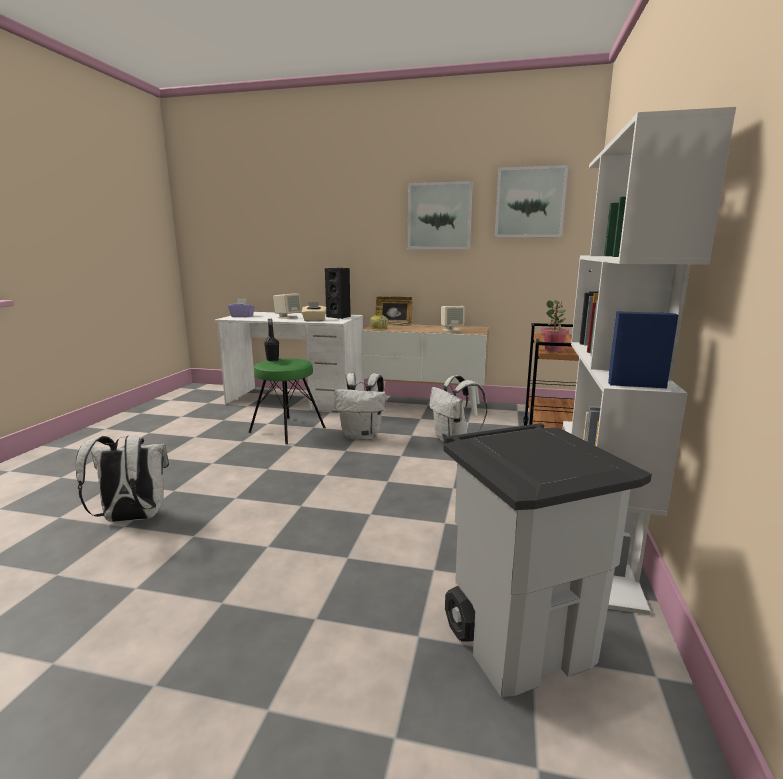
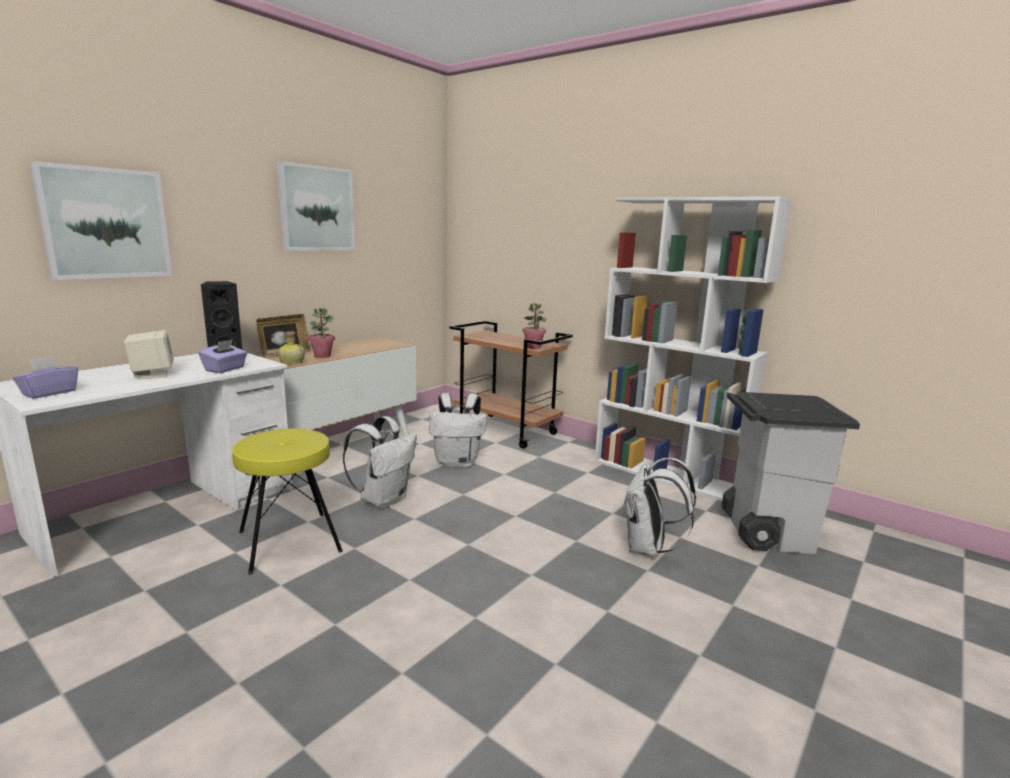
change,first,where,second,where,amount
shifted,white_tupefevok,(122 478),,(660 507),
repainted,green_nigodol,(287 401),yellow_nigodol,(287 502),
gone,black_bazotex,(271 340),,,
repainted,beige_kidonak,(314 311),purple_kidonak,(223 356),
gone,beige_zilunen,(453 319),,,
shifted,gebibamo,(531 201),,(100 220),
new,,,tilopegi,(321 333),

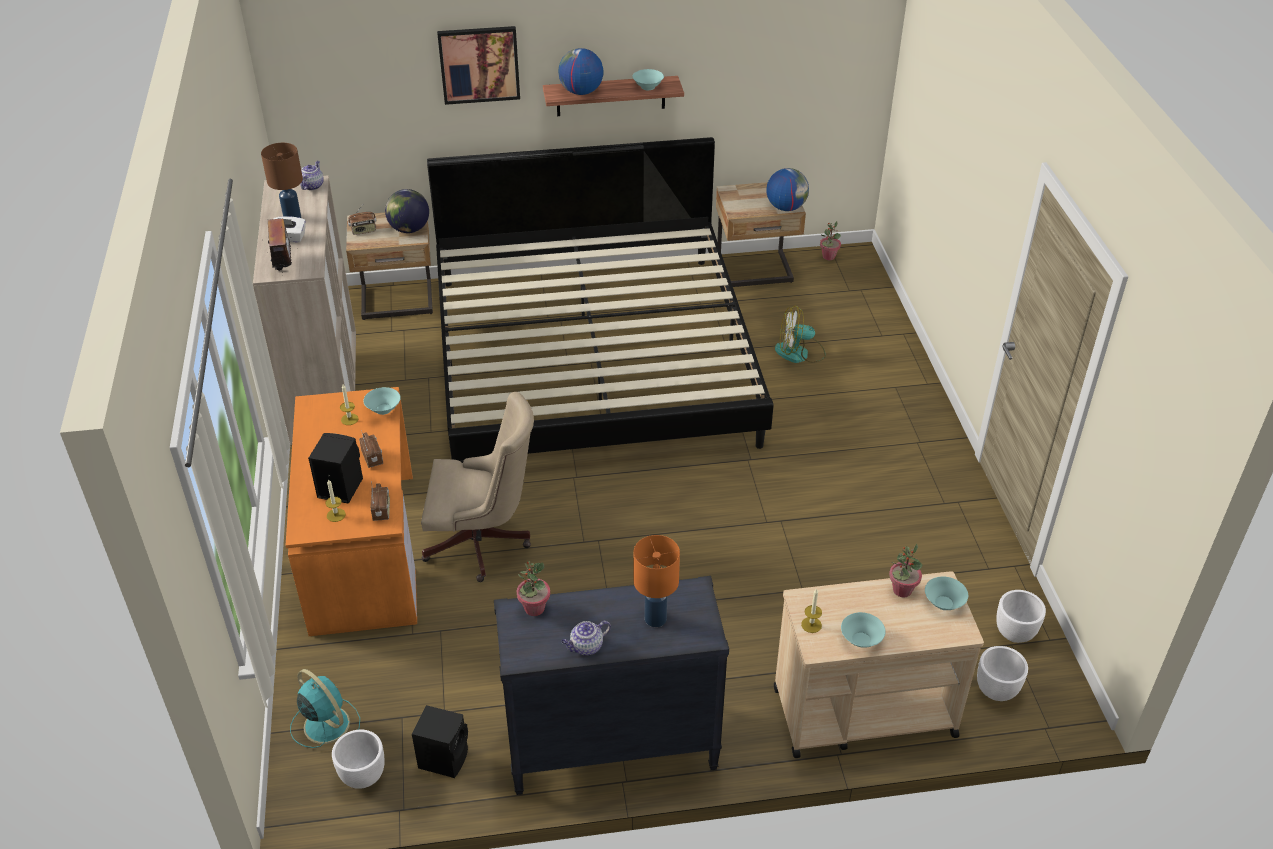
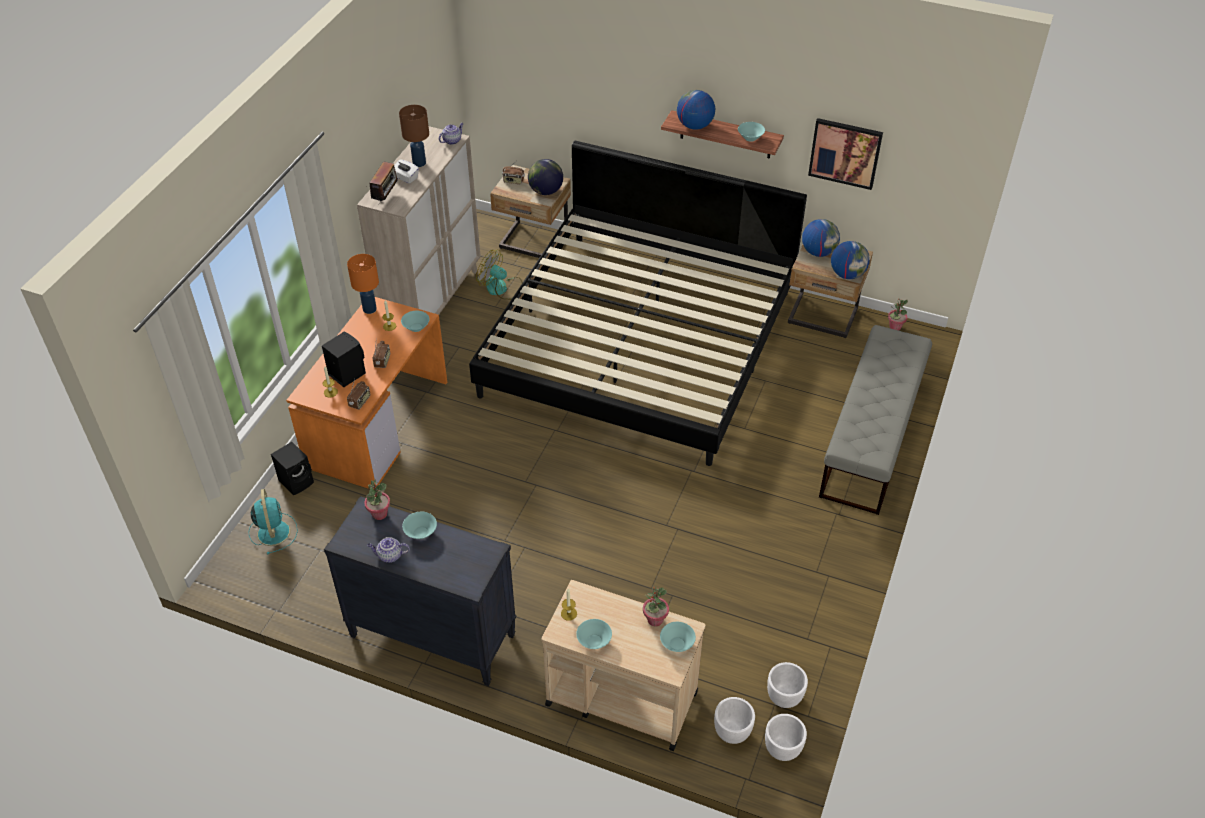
change,first,where,second,where,amount
shifted,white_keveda,(358 759),,(786 737),
shifted,black_zilunen,(440 741),,(292 468),
gone,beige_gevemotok,(477 487),,,
shifted,gebibamo,(478 65),,(845 154),
shifted,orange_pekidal,(656 581),,(363 284),
shifted,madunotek,(800 334),,(499 275),
new,,,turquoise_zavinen,(419 525),
new,,,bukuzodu,(821 238),
new,,,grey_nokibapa,(875 420),

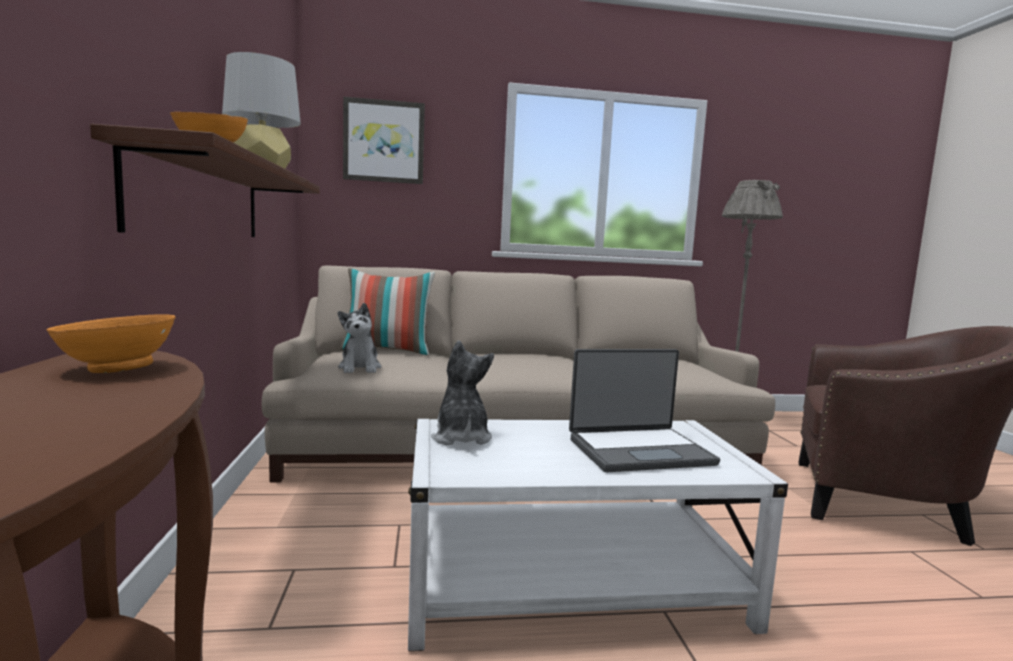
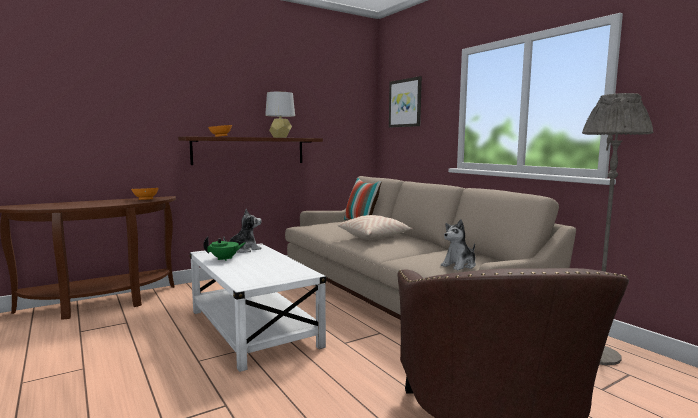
change,first,where,second,where,amount
shifted,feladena,(359 338),,(458 244),
gone,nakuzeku,(644 410),,,
new,,,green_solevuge,(224 249),
new,,,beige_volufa,(375 227),

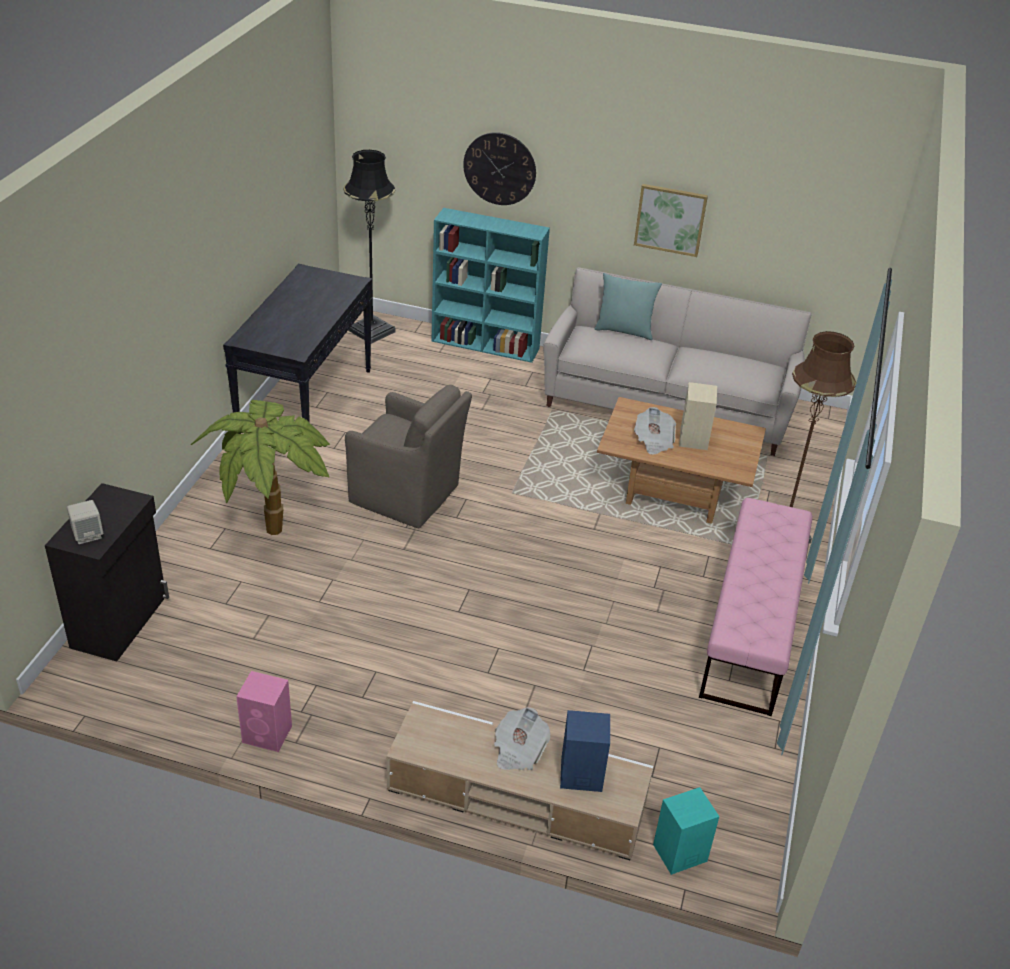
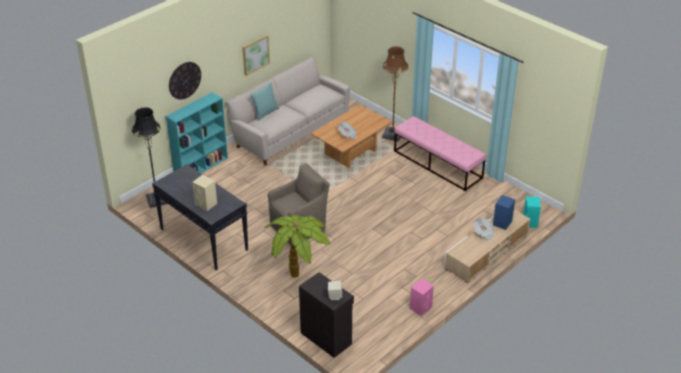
change,first,where,second,where,amount
shifted,beige_zilunen,(698 416),,(204 193),

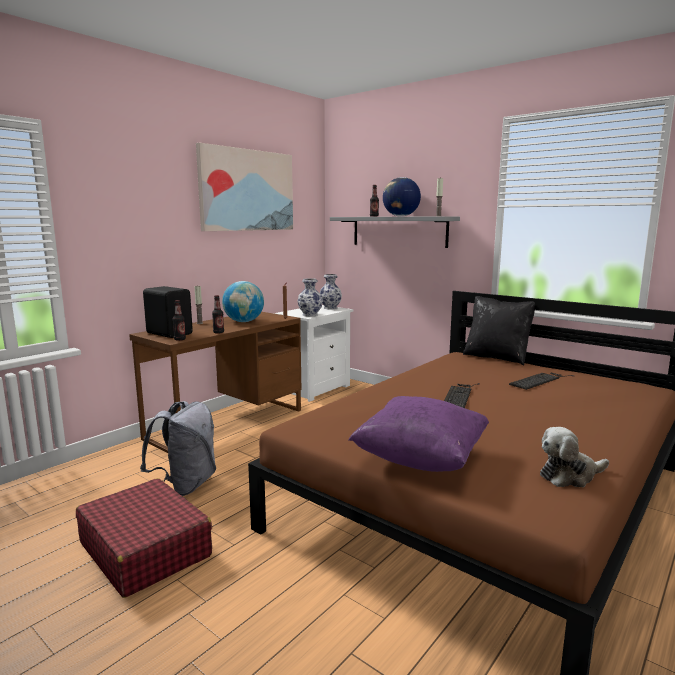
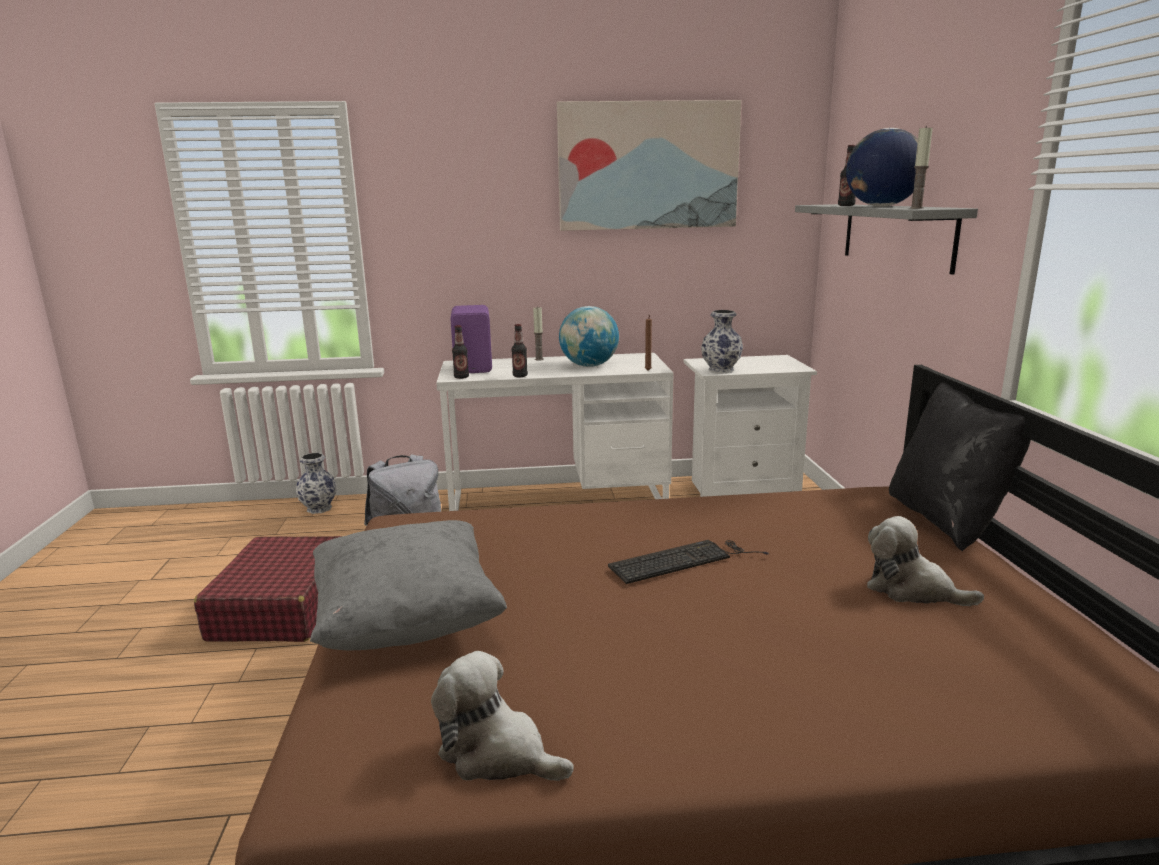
change,first,where,second,where,amount
repainted,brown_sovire,(215 382),white_sovire,(555 432),
repainted,black_zilunen,(168 312),purple_zilunen,(471 339),
shifted,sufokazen,(331 291),,(316 483),
repainted,purple_volufa,(419 434),grey_volufa,(408 585),
swapped,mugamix,(541 381),feladena,(925 561),

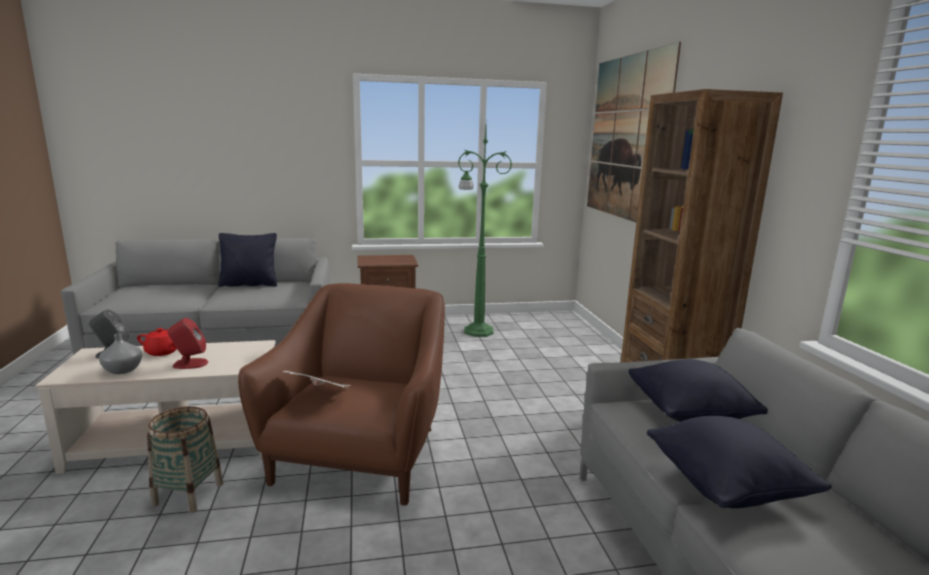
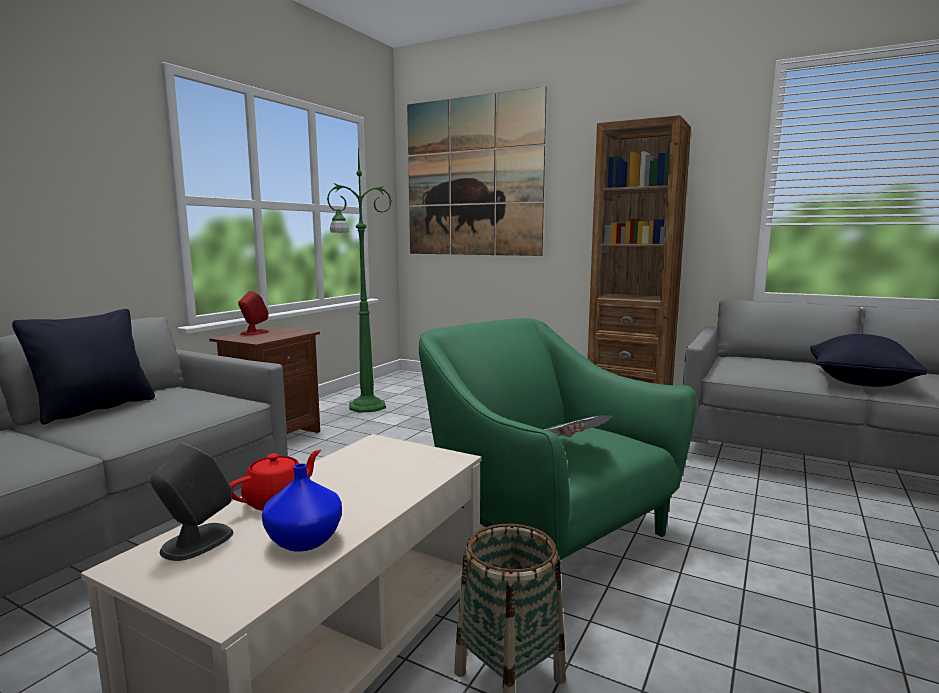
change,first,where,second,where,amount
repainted,grey_sufokazen,(120 353),blue_sufokazen,(302 507),
shifted,red_zilunen,(187 343),,(253 313),
repainted,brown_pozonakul,(341 394),green_pozonakul,(558 440),
gone,black_volufa,(698 390),,,

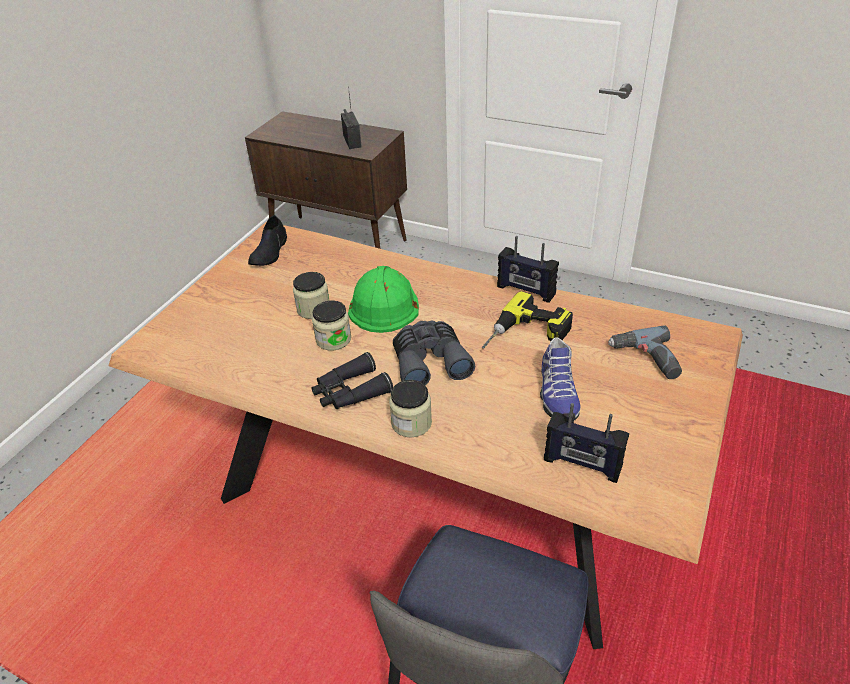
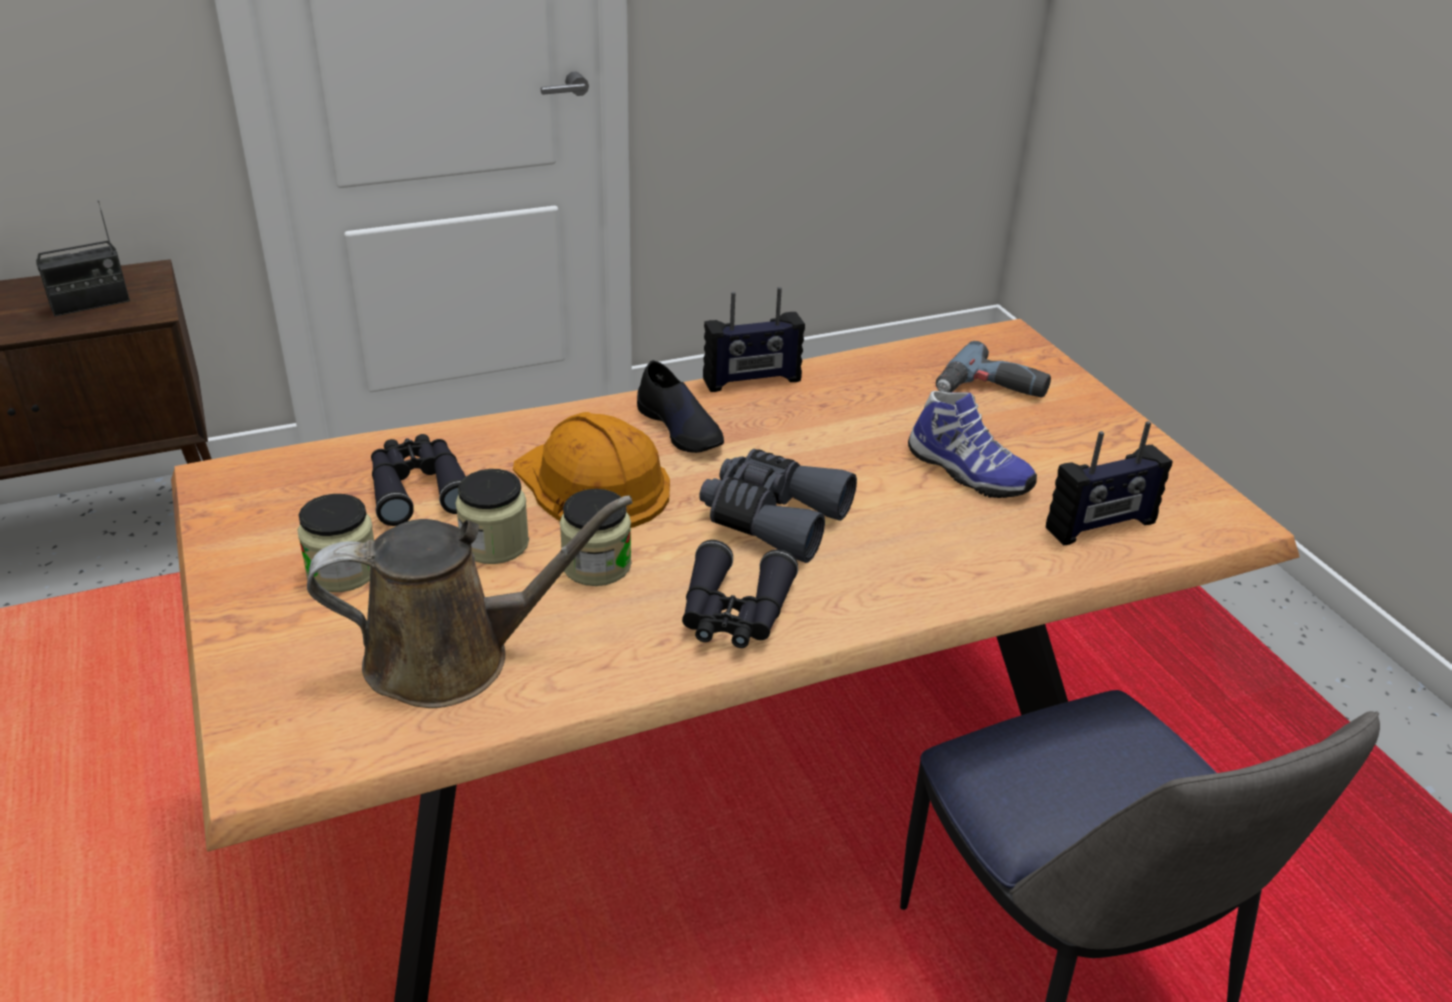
change,first,where,second,where,amount
shifted,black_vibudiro,(267 240),,(680 406),
rotated,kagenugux,(351 118),,(83 258),120 degrees clockwise
repainted,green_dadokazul,(383 299),orange_dadokazul,(591 470),
shifted,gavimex,(410 408),,(336 543),
gone,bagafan,(527 319),,,
new,,,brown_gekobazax,(469 602),
new,,,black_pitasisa,(418 480),

